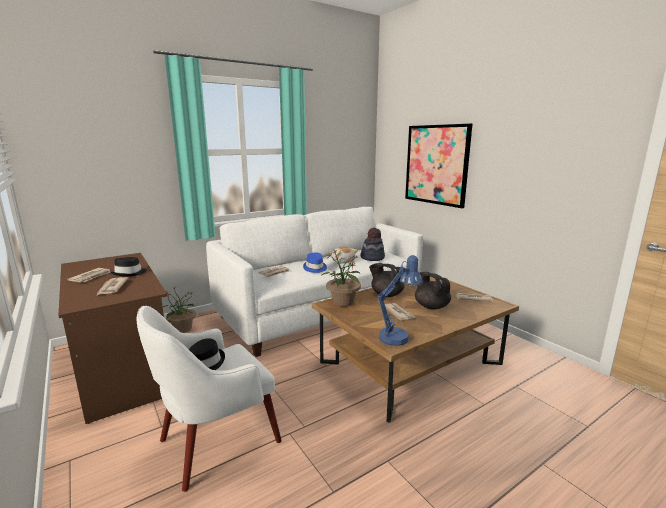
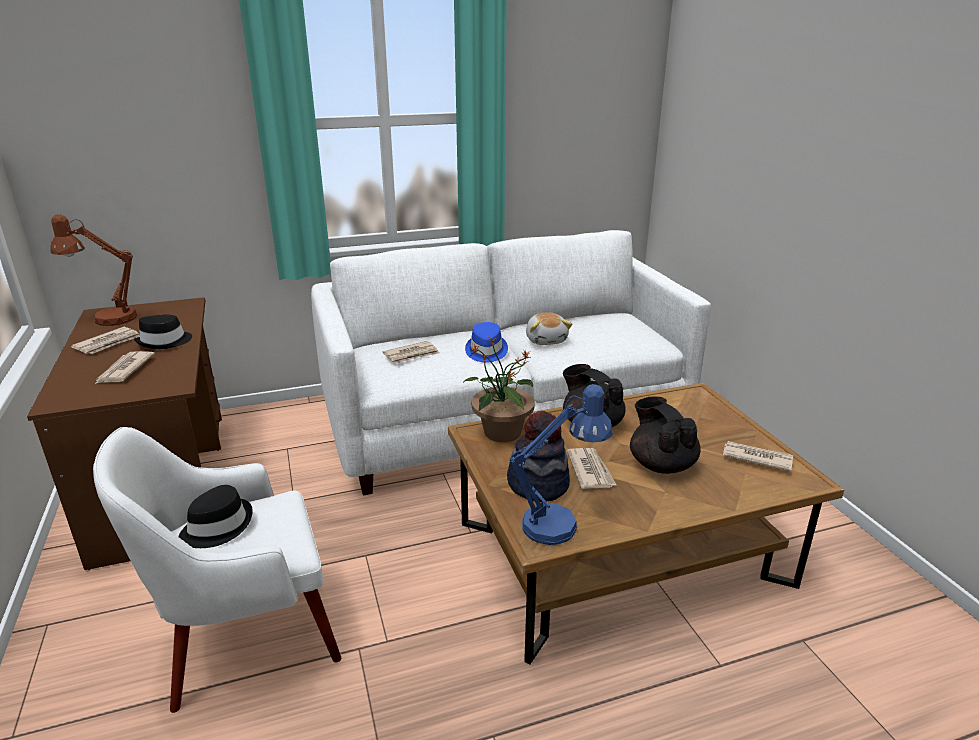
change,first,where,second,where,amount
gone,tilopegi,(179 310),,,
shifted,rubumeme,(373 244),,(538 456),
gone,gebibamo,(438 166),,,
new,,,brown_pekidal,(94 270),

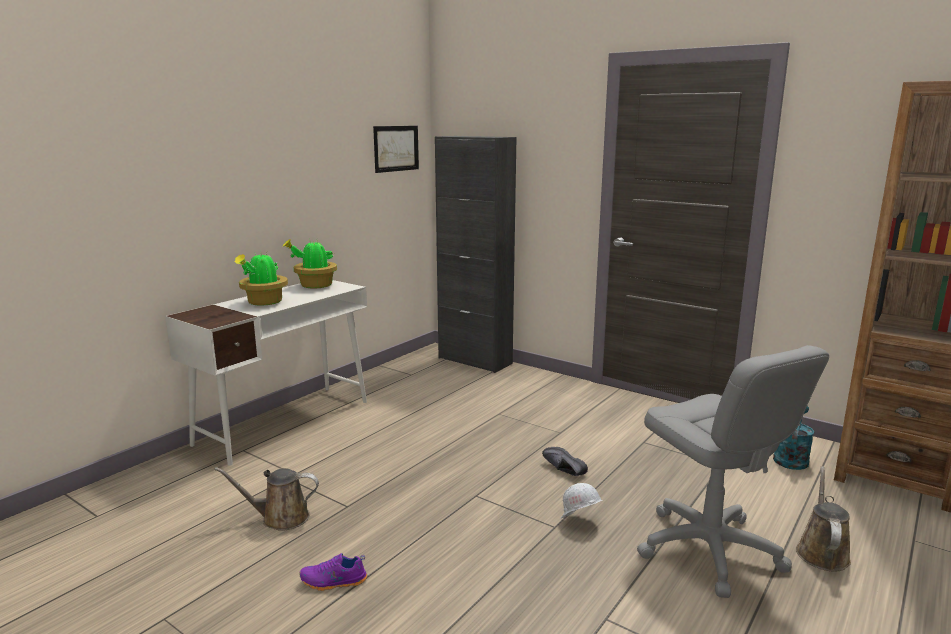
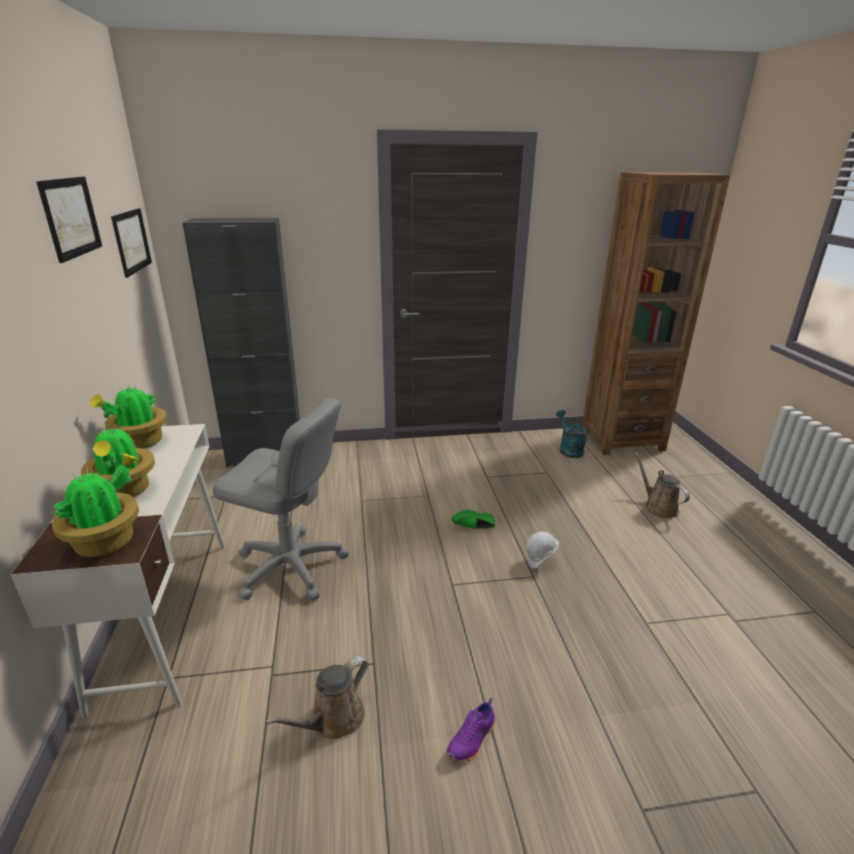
change,first,where,second,where,amount
repainted,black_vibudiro,(565 461),green_vibudiro,(473 519),
shifted,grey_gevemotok,(733 471),,(281 499),
new,,,gebibamo,(69 220),
new,,,tilopegi,(95 505),

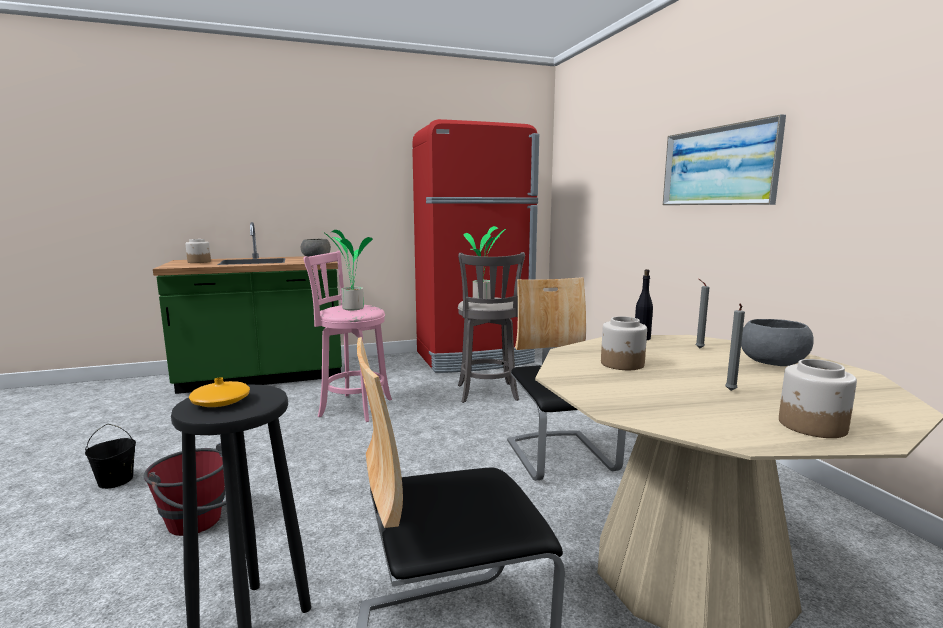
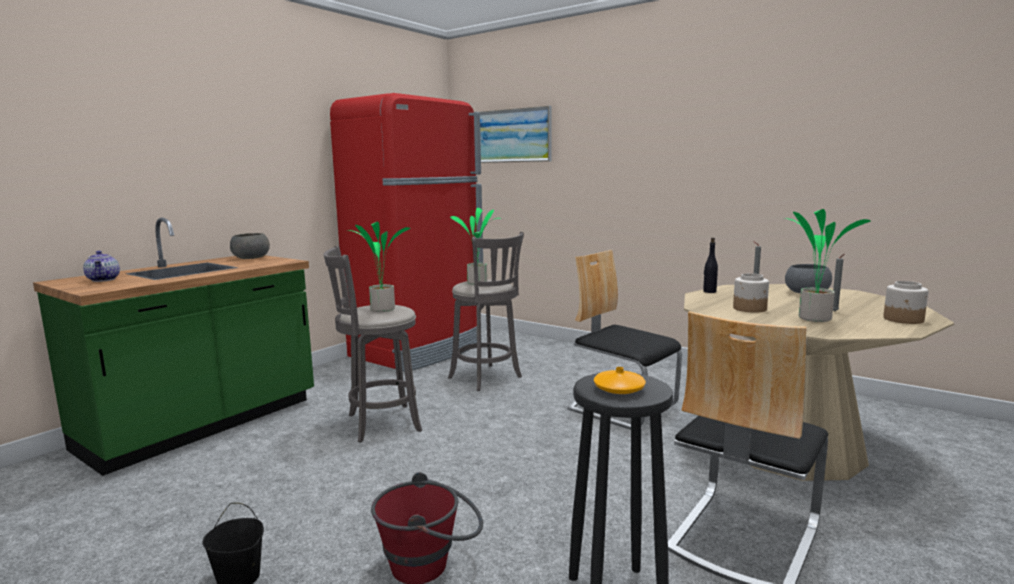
change,first,where,second,where,amount
swapped,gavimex,(198 251),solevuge,(101 266),
repainted,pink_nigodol,(347 336),grey_nigodol,(372 344),
shifted,gebibamo,(724 159),,(515 134),
new,,,tilopegi,(829 265),

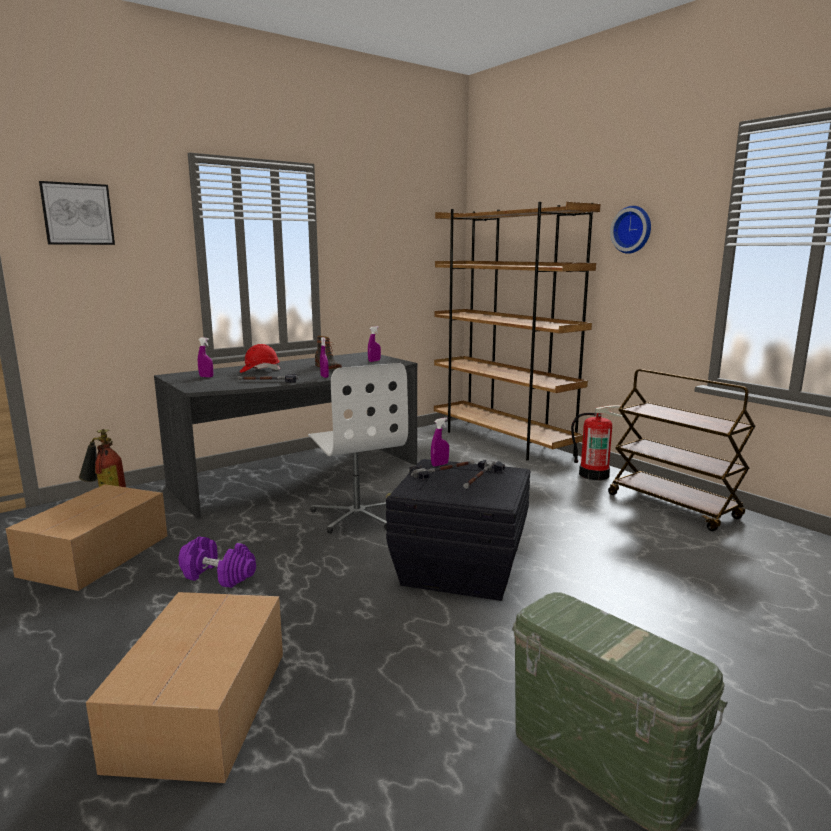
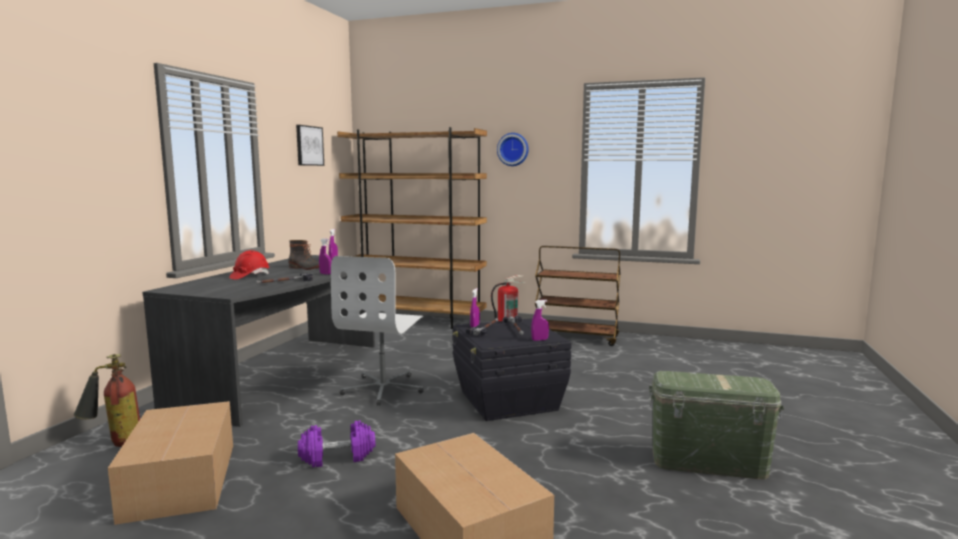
change,first,where,second,where,amount
shifted,gebibamo,(77 213),,(310 145),
shifted,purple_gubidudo,(205 358),,(540 320),
rotated,white_gevemotok,(358 448),,(377 331),75 degrees clockwise

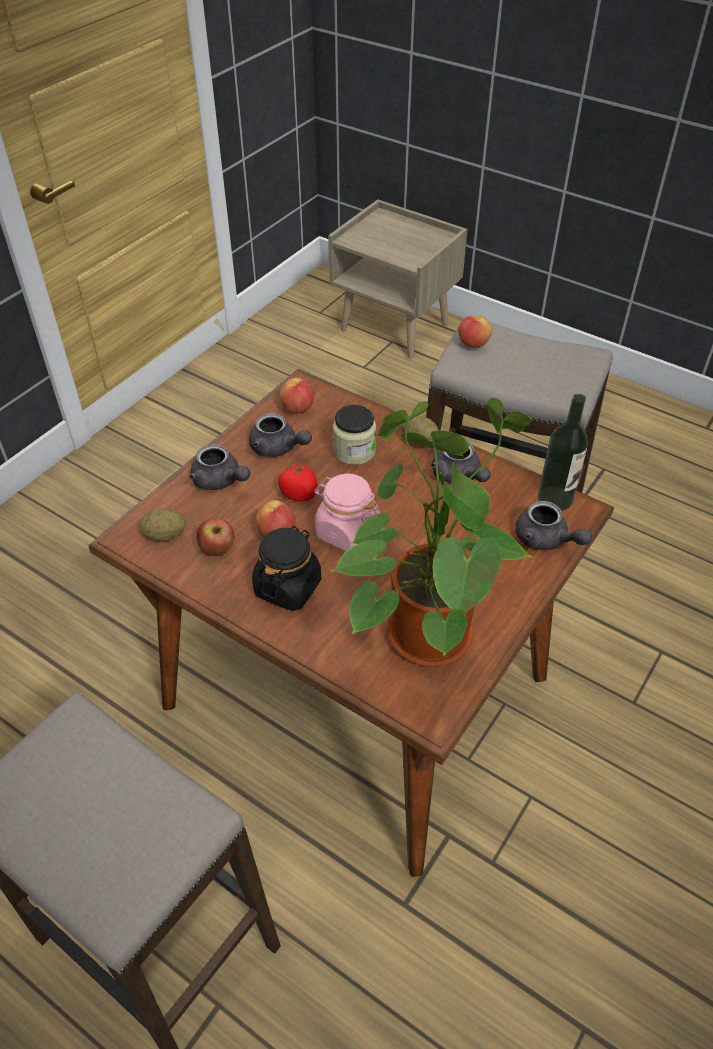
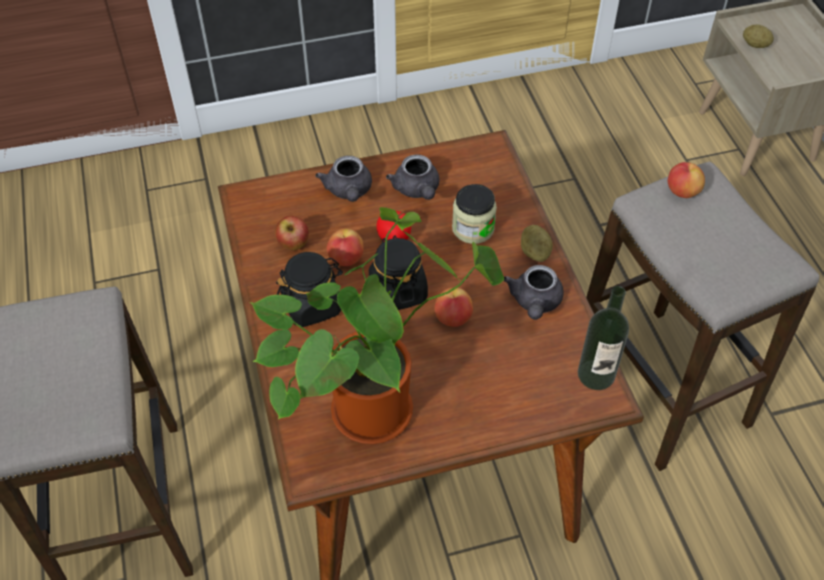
change,first,where,second,where,amount
shifted,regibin,(162 525),,(758 36),
shifted,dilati,(297 396),,(453 307),
repainted,pink_gavimex,(347 512),black_gavimex,(398 272),
gone,grey_solevuge,(553 525),,,

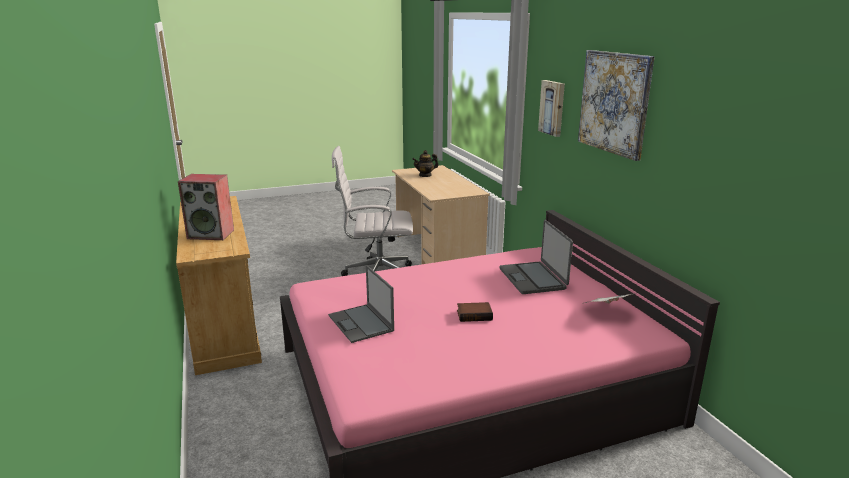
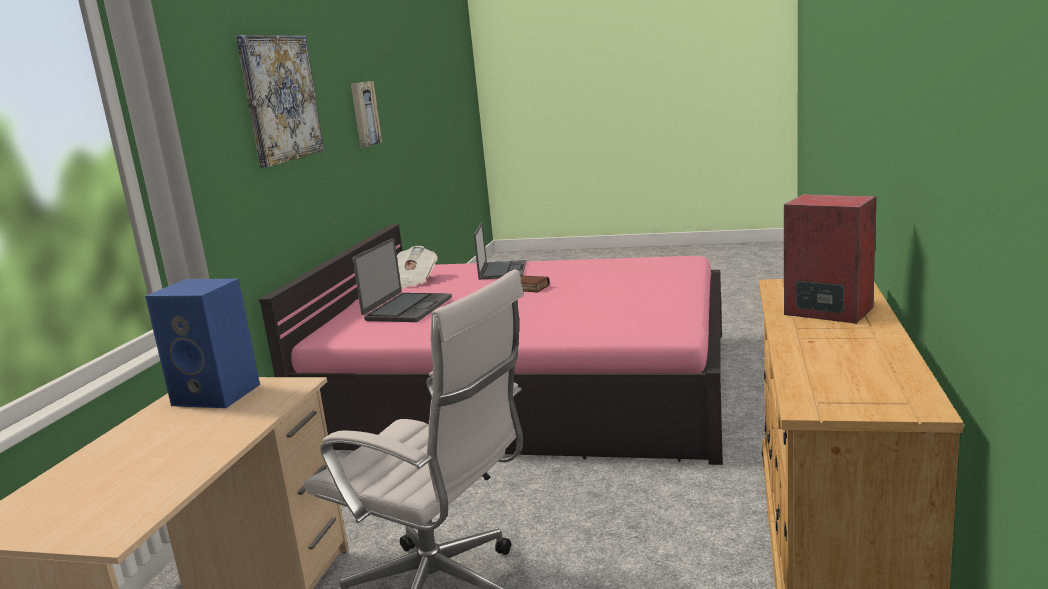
change,first,where,second,where,amount
shifted,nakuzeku,(361 304),,(500 251),
gone,solevuge,(425 163),,,
shifted,gebibamo,(551 108),,(366 114),
new,,,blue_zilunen,(202 343),

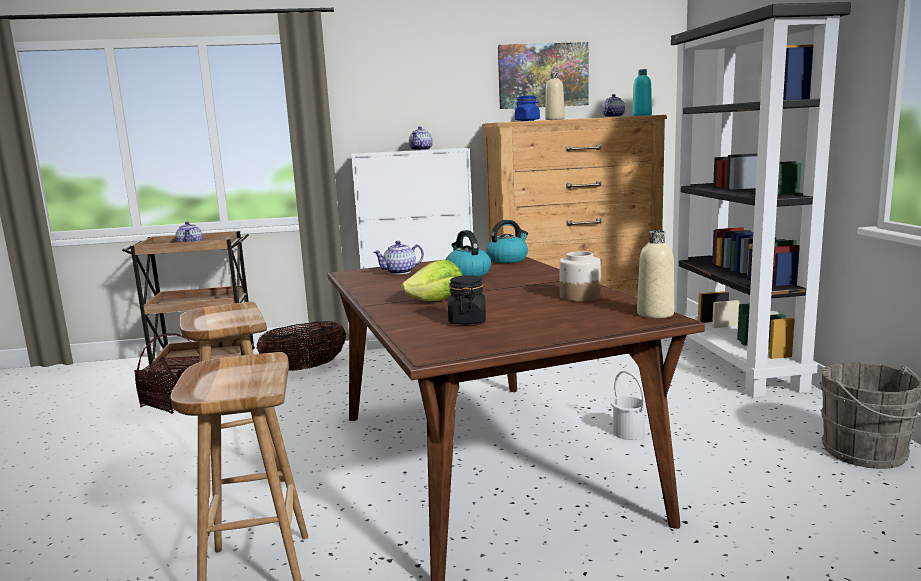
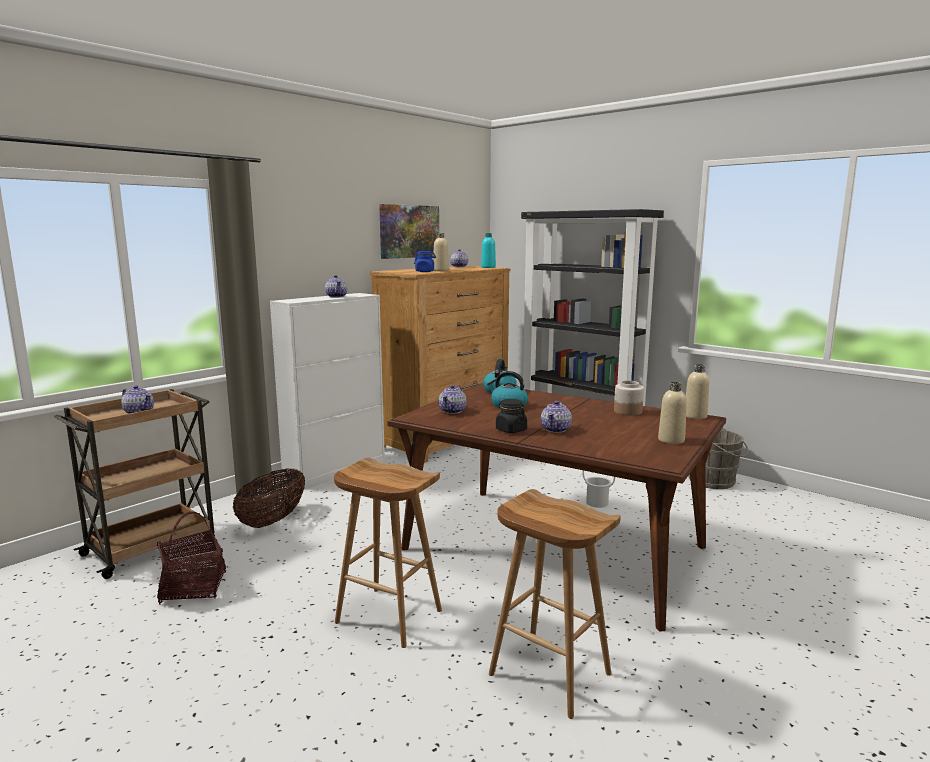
change,first,where,second,where,amount
swapped,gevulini,(432 280),solevuge,(556 417),
shifted,black_gavimex,(467 299),,(511 416),
new,,,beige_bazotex,(672 413),

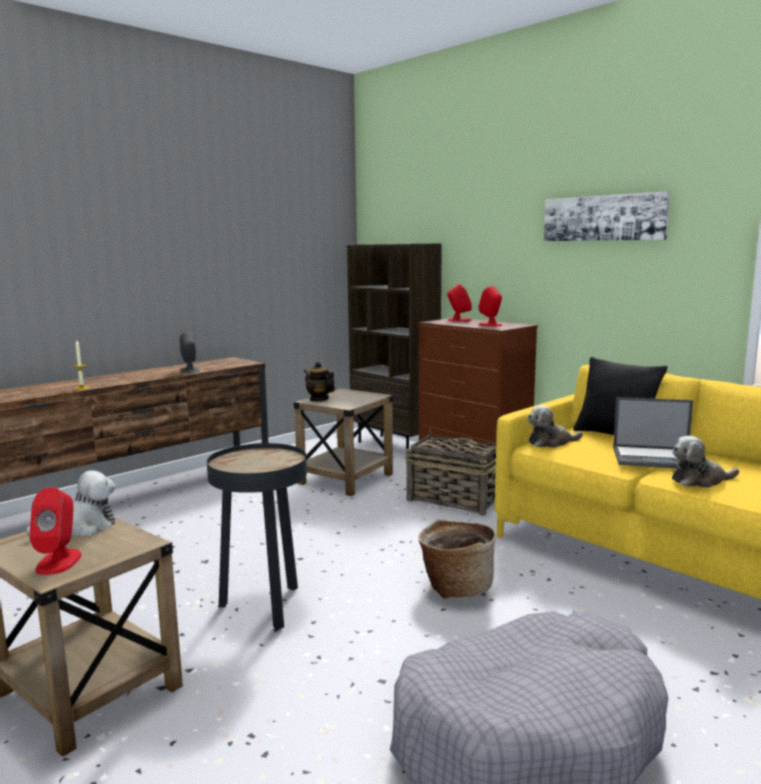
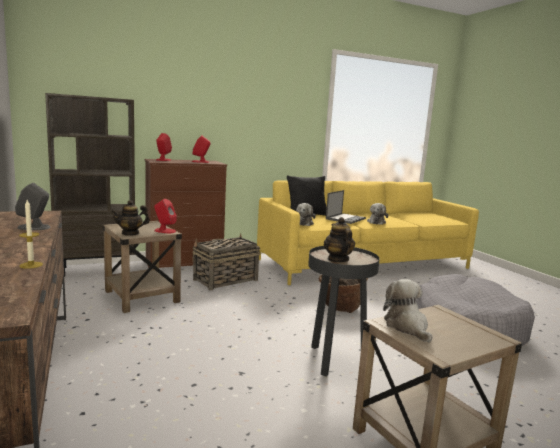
change,first,where,second,where,amount
shifted,red_zilunen,(55 531),,(165 216),
gone,gebibamo,(607 216),,,
new,,,solevuge,(339 239),

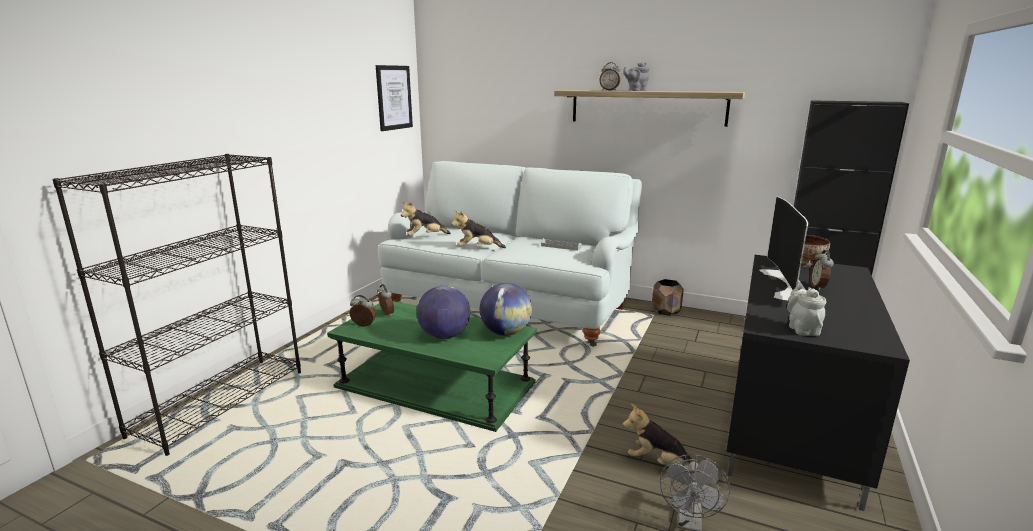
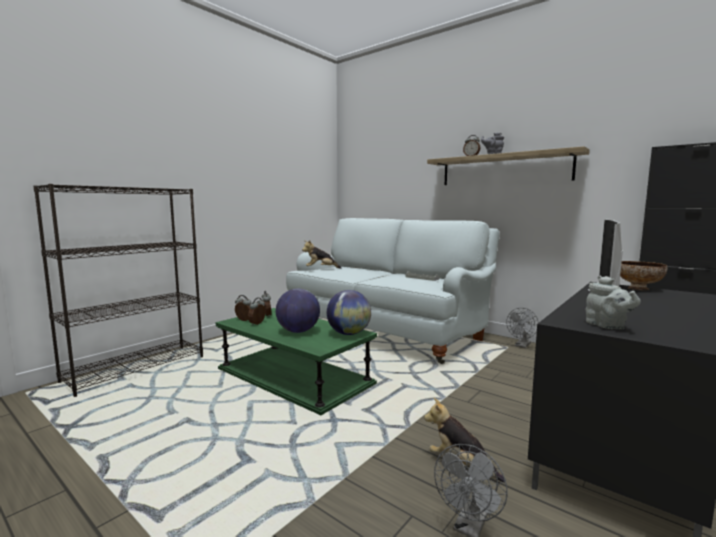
change,first,where,second,where,amount
gone,gebibamo,(394 98),,,
gone,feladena,(478 229),,,
swapped,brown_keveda,(667 297),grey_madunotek,(522 328),
rotated,grey_solevuge,(806 310),,(613 302),150 degrees clockwise
shifted,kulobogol,(822 270),,(257 311),

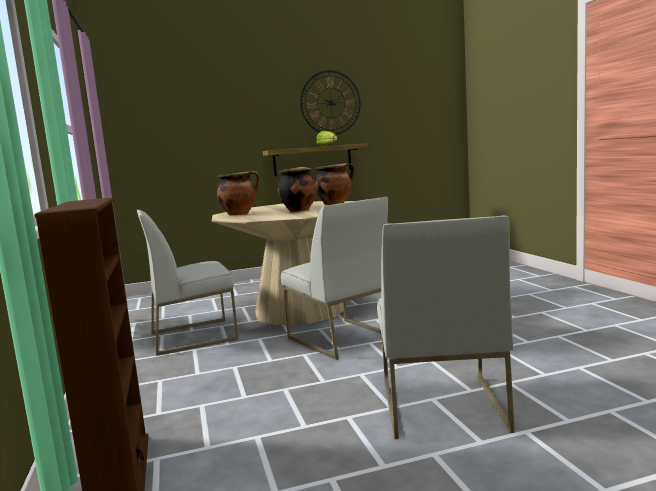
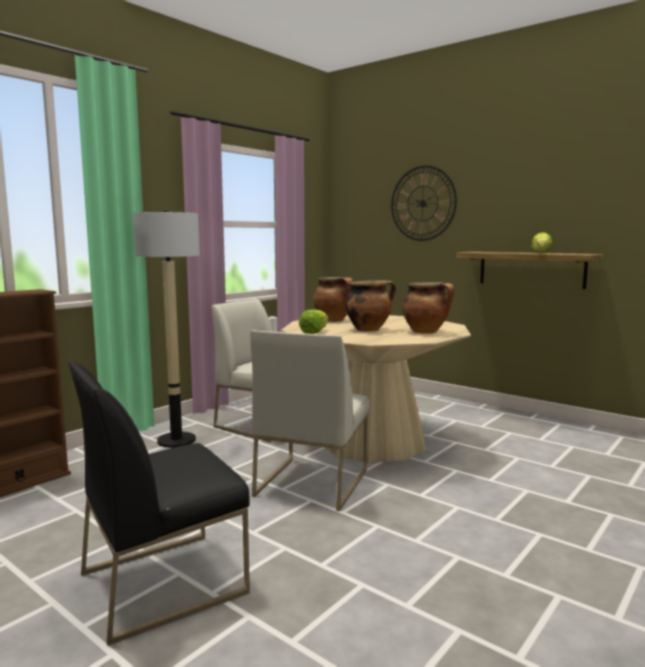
change,first,where,second,where,amount
shifted,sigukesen,(330 102),,(424 203),
repainted,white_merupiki,(446 327),black_merupiki,(159 503),
new,,,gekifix,(166 328),
new,,,gevulini,(314 321),

